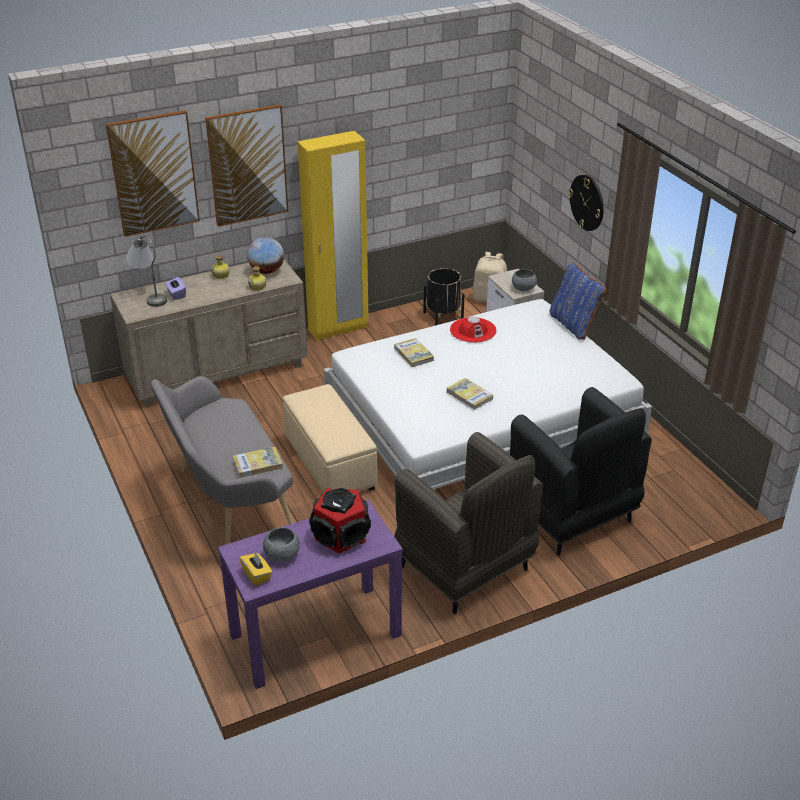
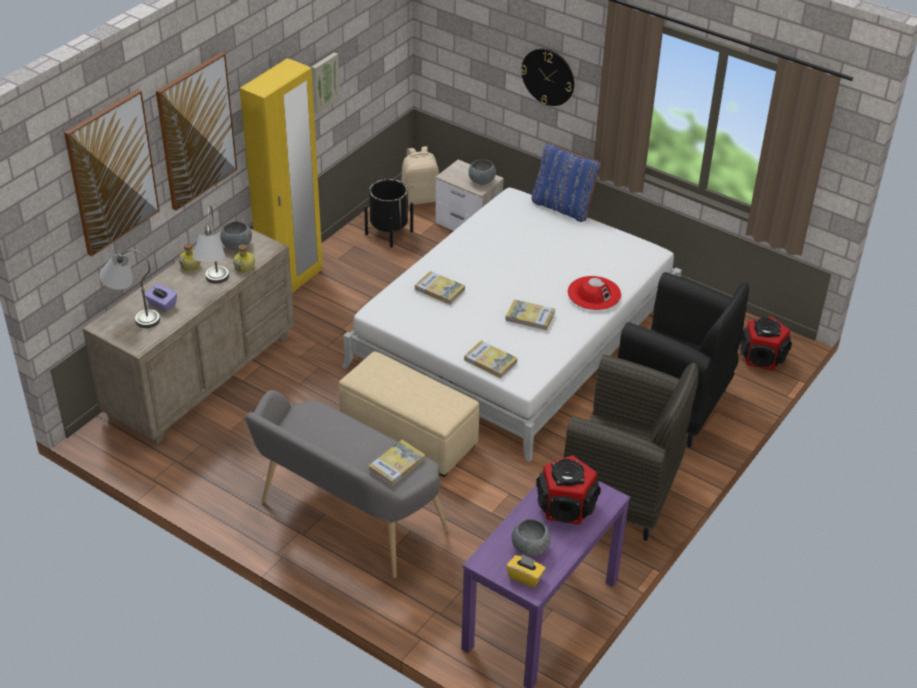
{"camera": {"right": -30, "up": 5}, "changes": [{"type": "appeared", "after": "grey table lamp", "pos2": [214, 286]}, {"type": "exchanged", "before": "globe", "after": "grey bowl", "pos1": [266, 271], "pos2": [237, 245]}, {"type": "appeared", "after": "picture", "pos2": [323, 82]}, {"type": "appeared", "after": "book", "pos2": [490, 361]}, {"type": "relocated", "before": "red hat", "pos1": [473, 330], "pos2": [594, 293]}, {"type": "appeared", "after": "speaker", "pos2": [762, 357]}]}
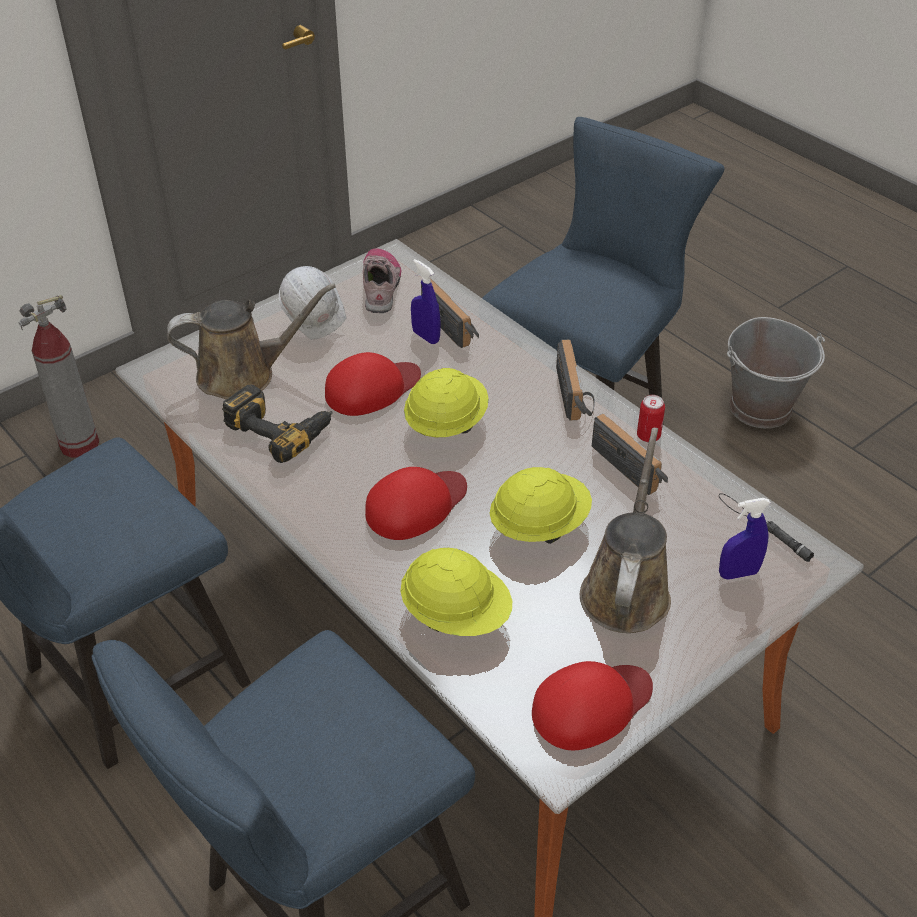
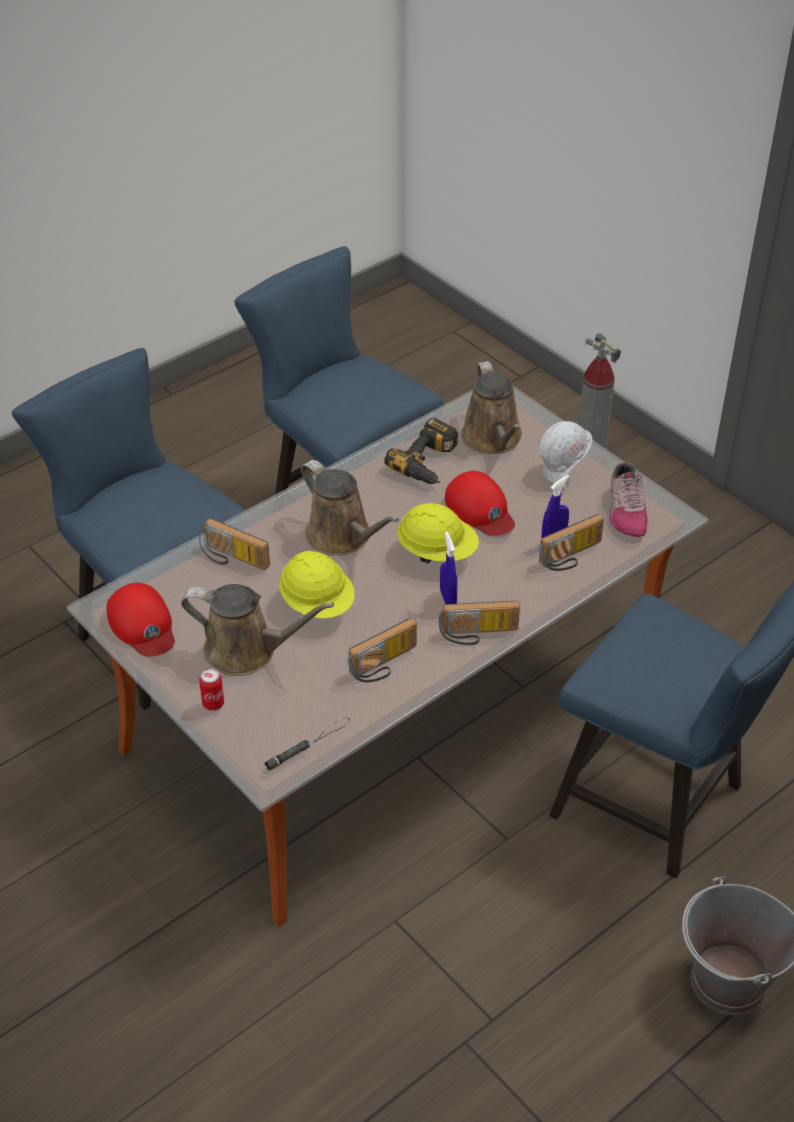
{"camera": {"right": 90, "up": 0}, "changes": [{"type": "exchanged", "before": "yellow hard hat", "after": "radio", "pos1": [456, 615], "pos2": [232, 559]}, {"type": "relocated", "before": "can", "pos1": [648, 436], "pos2": [213, 703]}, {"type": "exchanged", "before": "red cap", "after": "brown watering can", "pos1": [416, 505], "pos2": [342, 537]}, {"type": "relocated", "before": "blue spray bottle", "pos1": [738, 573], "pos2": [448, 599]}, {"type": "spun", "before": "shoe", "pos1": [381, 286], "pos2": [625, 510], "turn": 90}]}
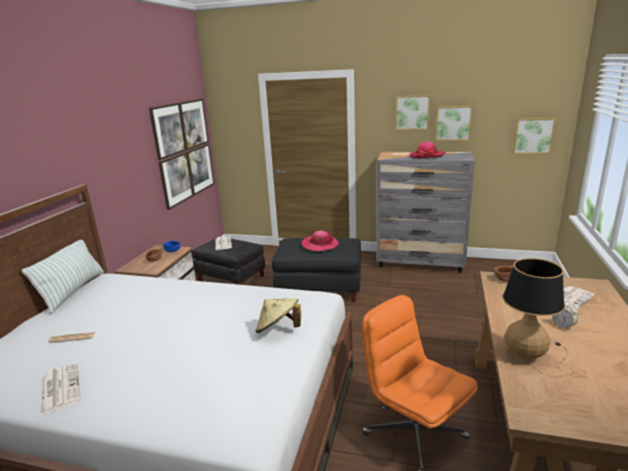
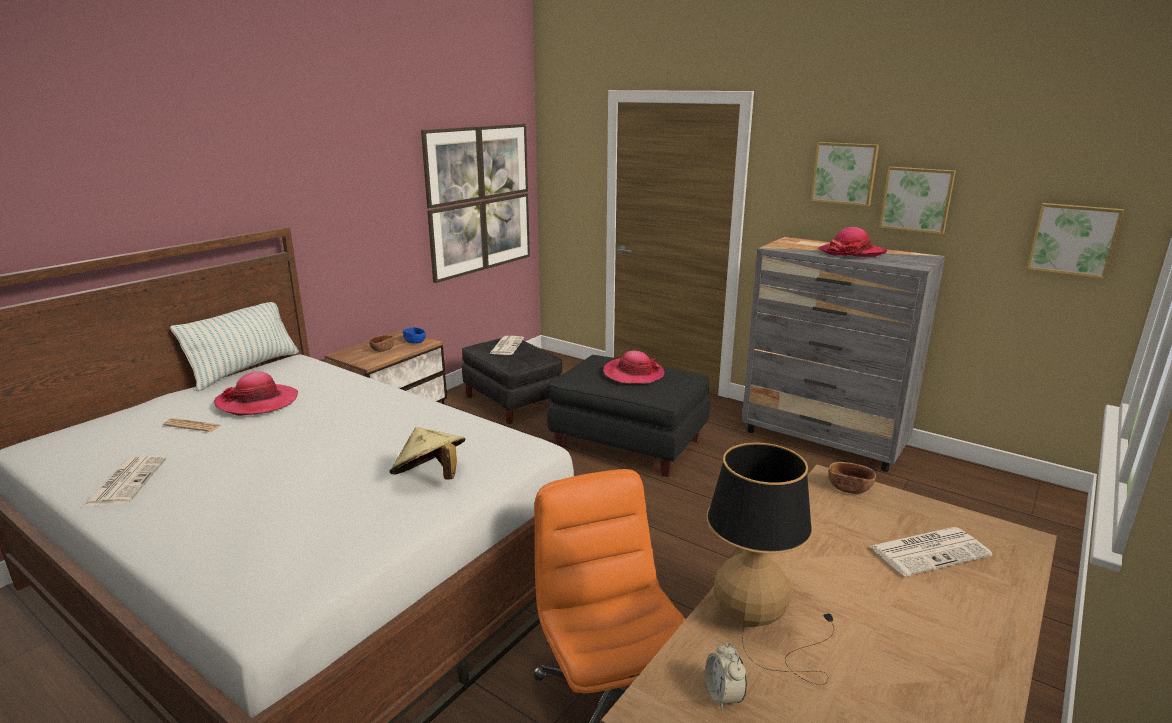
{"camera": {"right": 20, "up": 0}, "changes": [{"type": "appeared", "after": "hat", "pos2": [257, 402]}, {"type": "relocated", "before": "alarm clock", "pos1": [563, 326], "pos2": [723, 696]}]}
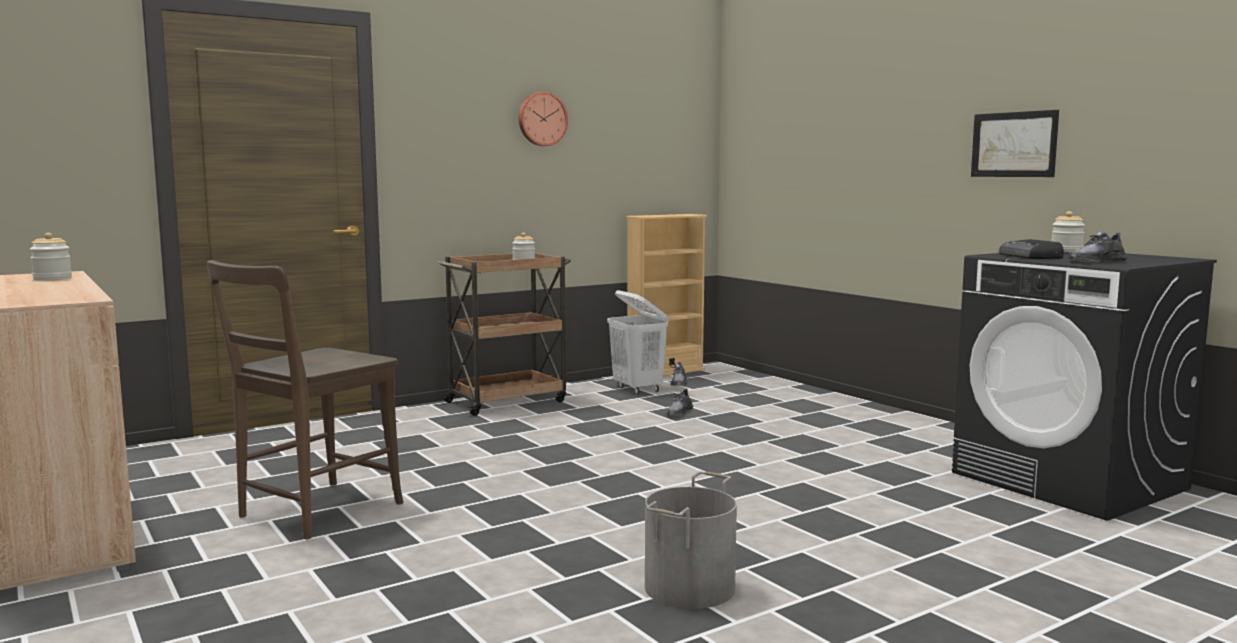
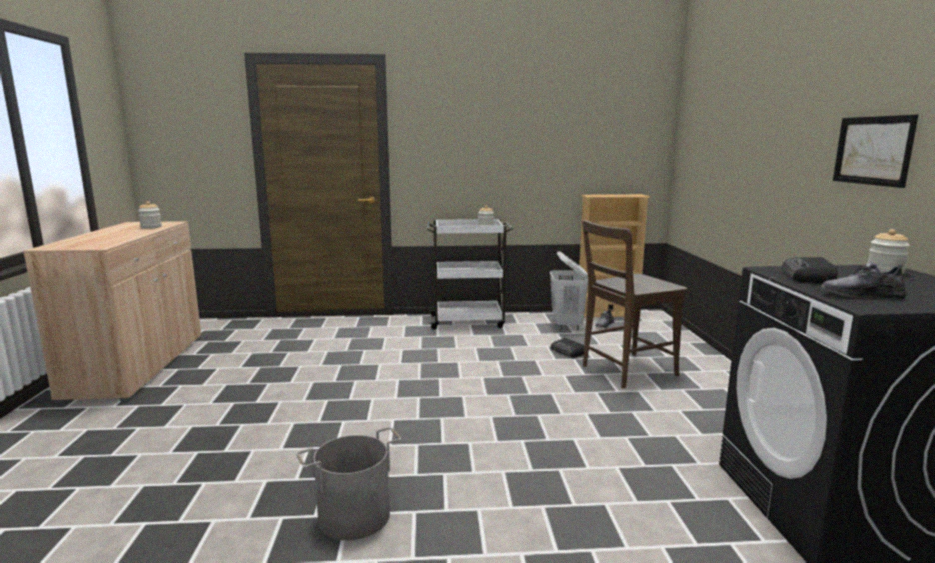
{"camera": {"right": 30, "up": 5}, "changes": [{"type": "colour", "before": "brown cart", "after": "white cart", "pos1": [508, 401], "pos2": [468, 321]}, {"type": "exchanged", "before": "grey shoe", "after": "radio", "pos1": [679, 412], "pos2": [568, 351]}, {"type": "relocated", "before": "brown chair", "pos1": [313, 512], "pos2": [625, 371]}, {"type": "missing", "before": "wall clock", "pos1": [541, 119]}]}
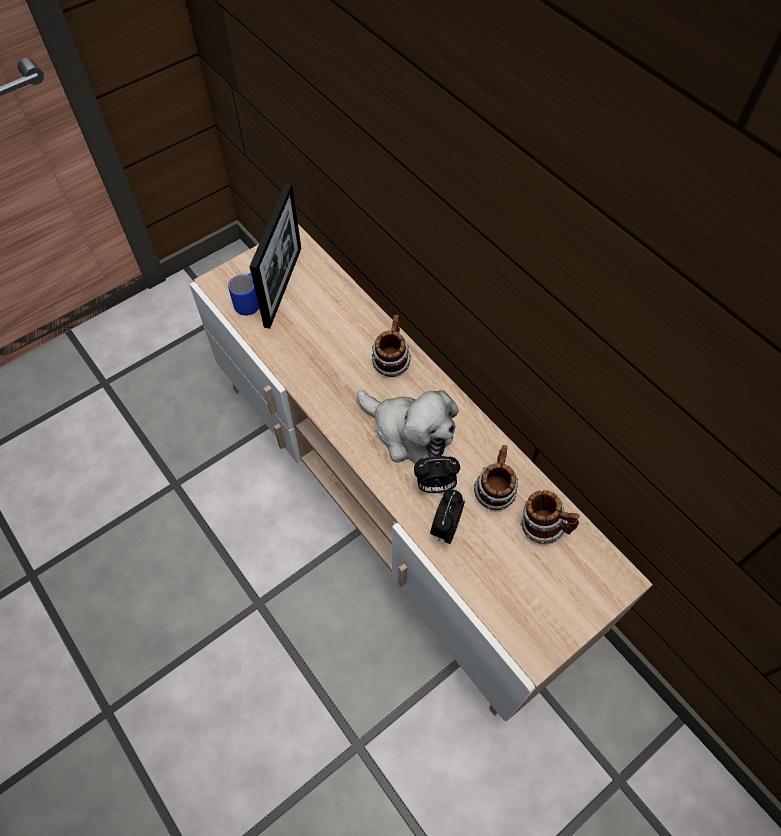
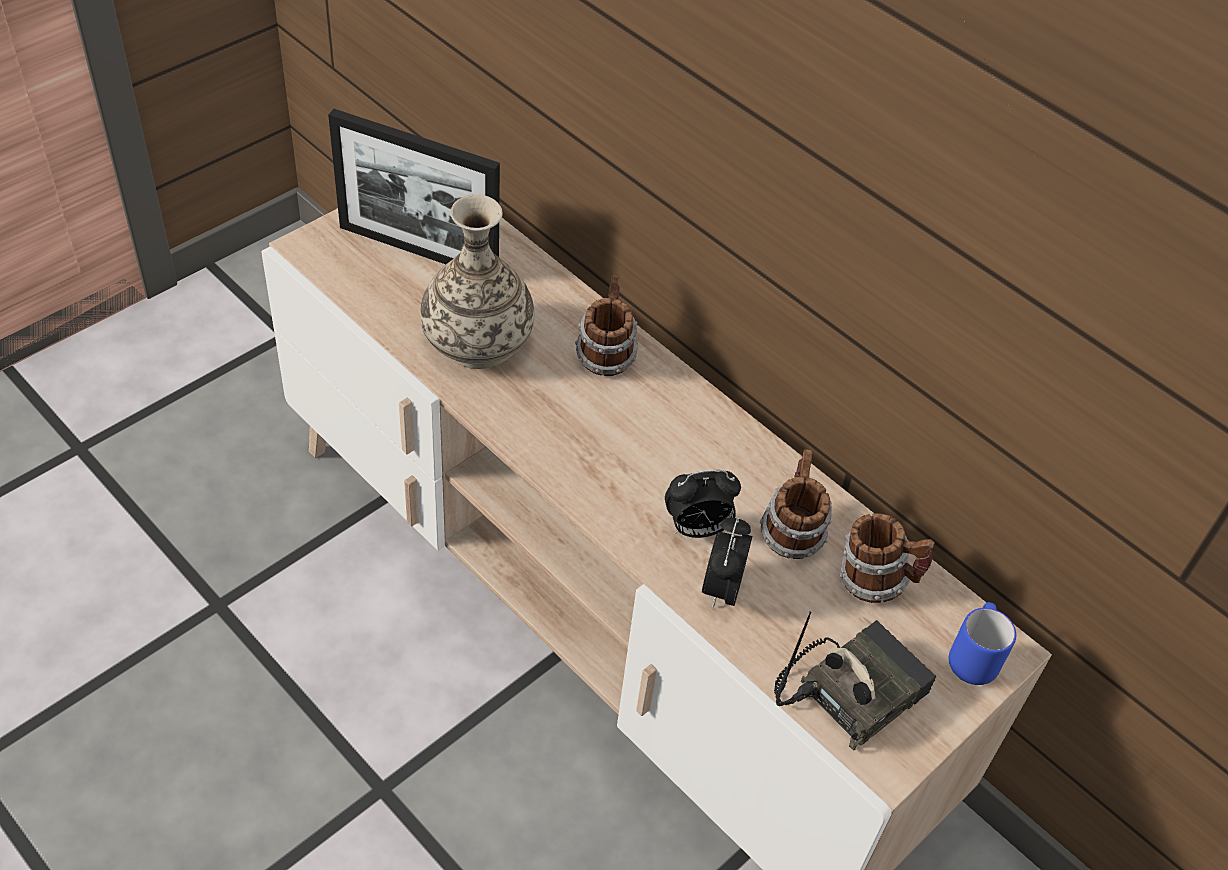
{"camera": {"right": -10, "up": -10}, "changes": [{"type": "spun", "before": "picture frame", "pos1": [283, 286], "pos2": [418, 251], "turn": 105}, {"type": "appeared", "after": "vase", "pos2": [478, 341]}, {"type": "appeared", "after": "radio", "pos2": [850, 689]}, {"type": "relocated", "before": "blue mug", "pos1": [249, 302], "pos2": [973, 656]}, {"type": "missing", "before": "plush toy", "pos1": [409, 432]}]}
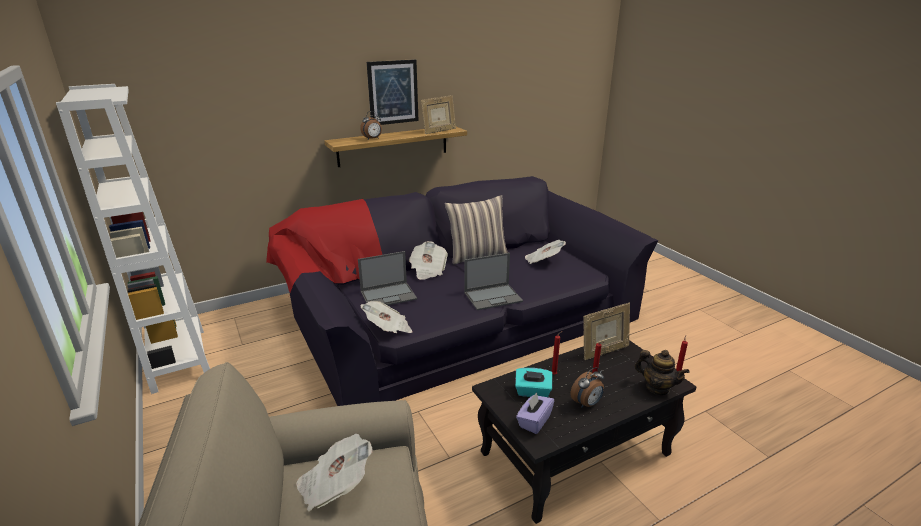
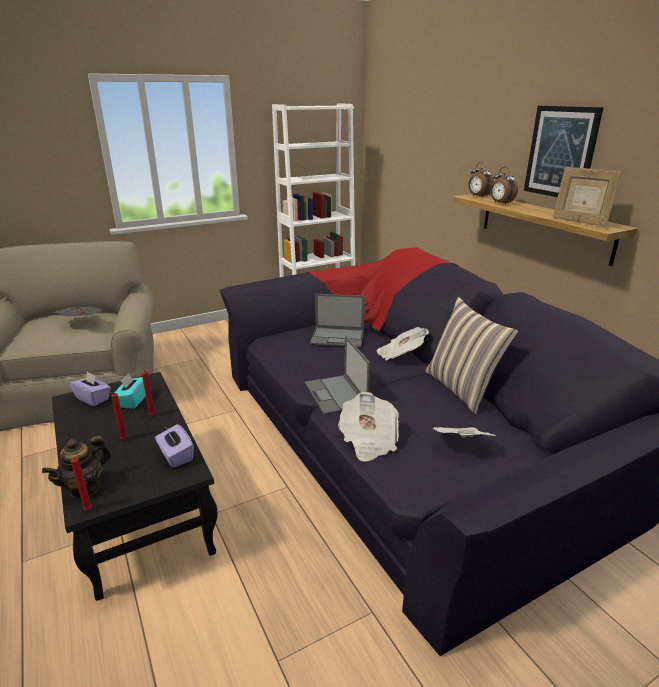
{"camera": {"right": 90, "up": 0}, "changes": [{"type": "exchanged", "before": "picture frame", "after": "purple tissue box", "pos1": [604, 352], "pos2": [176, 456]}, {"type": "spun", "before": "laptop", "pos1": [389, 295], "pos2": [338, 337], "turn": -60}, {"type": "relocated", "before": "newspaper", "pos1": [388, 329], "pos2": [368, 441]}, {"type": "relocated", "before": "alarm clock", "pos1": [587, 404], "pos2": [478, 196]}]}
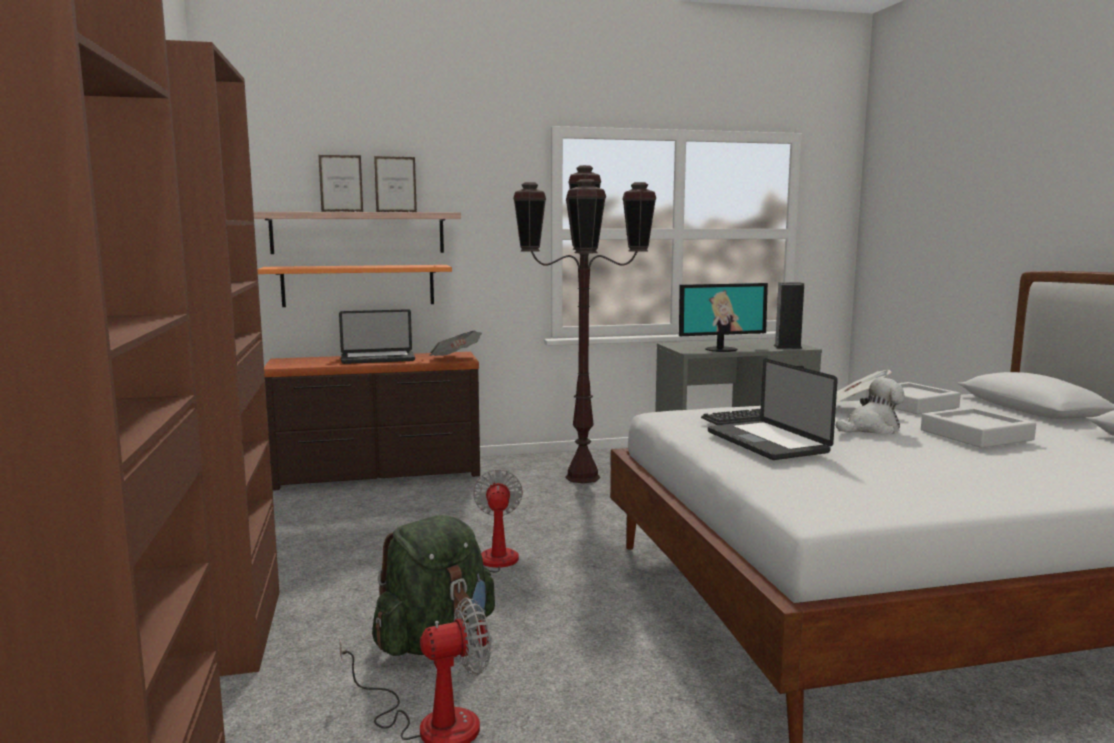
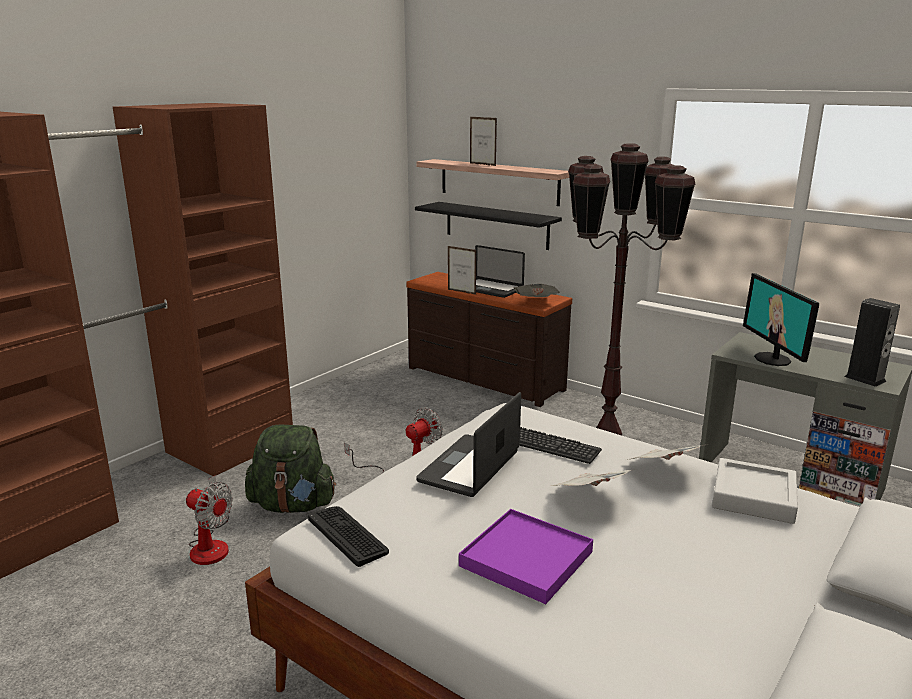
{"camera": {"right": 50, "up": 10}, "changes": [{"type": "appeared", "after": "keyboard", "pos2": [347, 535]}, {"type": "colour", "before": "orange shelf", "after": "black shelf", "pos1": [358, 285], "pos2": [496, 225]}, {"type": "relocated", "before": "picture frame", "pos1": [396, 212], "pos2": [461, 292]}, {"type": "appeared", "after": "purple tray", "pos2": [526, 559]}, {"type": "exchanged", "before": "plush toy", "after": "newspaper", "pos1": [871, 429], "pos2": [591, 497]}, {"type": "spun", "before": "monitor", "pos1": [721, 349], "pos2": [773, 359], "turn": 45}, {"type": "missing", "before": "grey tray", "pos1": [976, 435]}]}
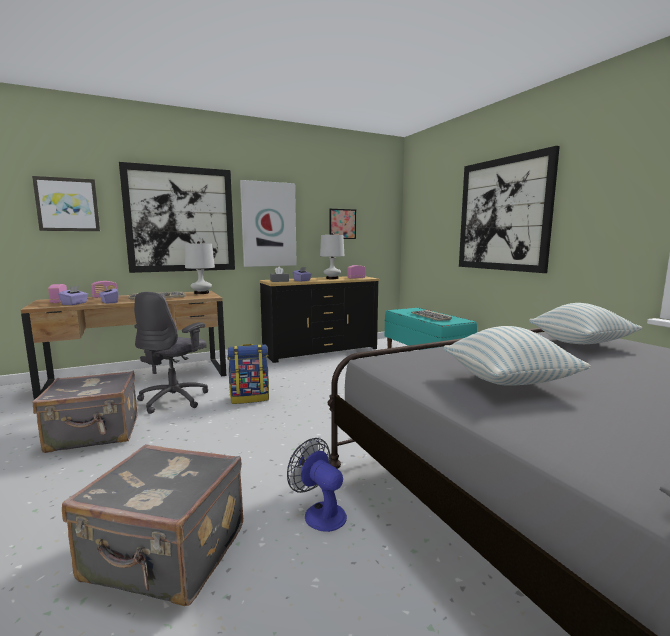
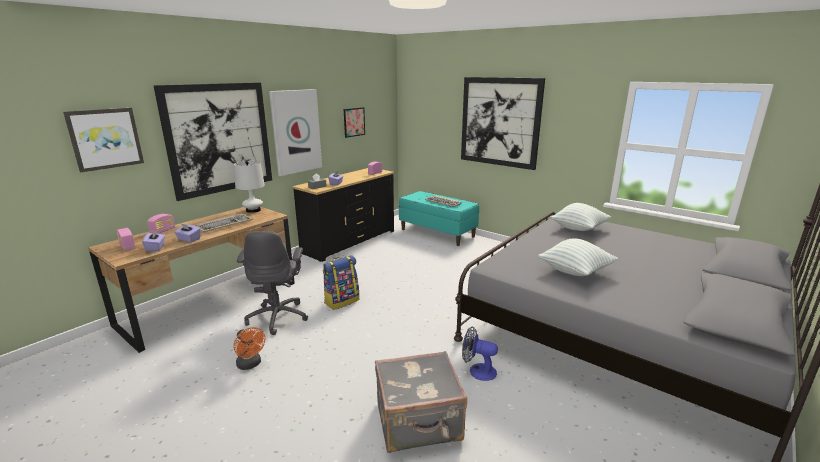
{"camera": {"right": -25, "up": 10}, "changes": [{"type": "exchanged", "before": "grey suitcase", "after": "orange fan", "pos1": [95, 434], "pos2": [251, 364]}, {"type": "missing", "before": "white table lamp", "pos1": [332, 278]}]}
